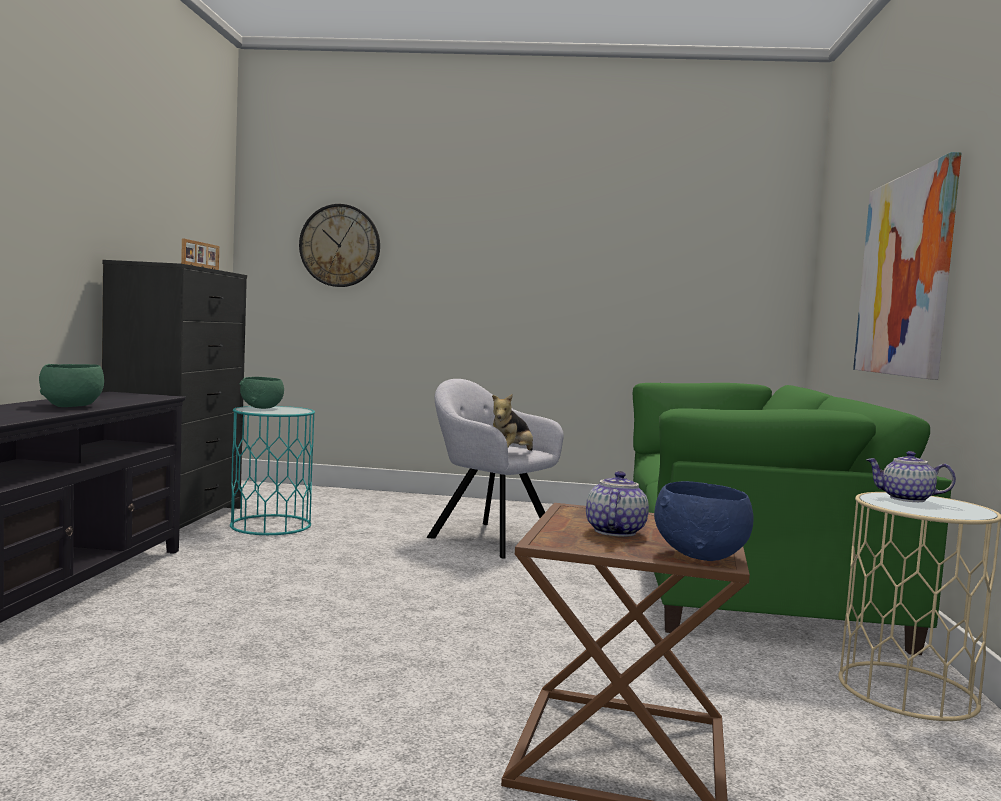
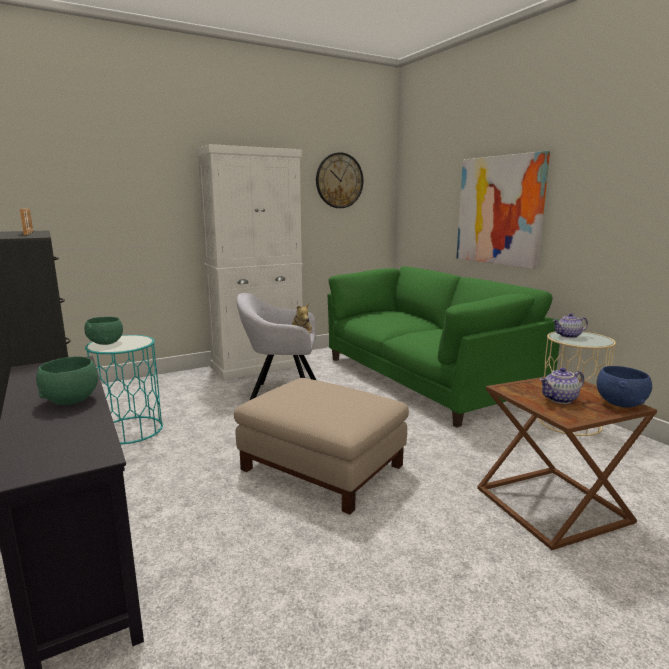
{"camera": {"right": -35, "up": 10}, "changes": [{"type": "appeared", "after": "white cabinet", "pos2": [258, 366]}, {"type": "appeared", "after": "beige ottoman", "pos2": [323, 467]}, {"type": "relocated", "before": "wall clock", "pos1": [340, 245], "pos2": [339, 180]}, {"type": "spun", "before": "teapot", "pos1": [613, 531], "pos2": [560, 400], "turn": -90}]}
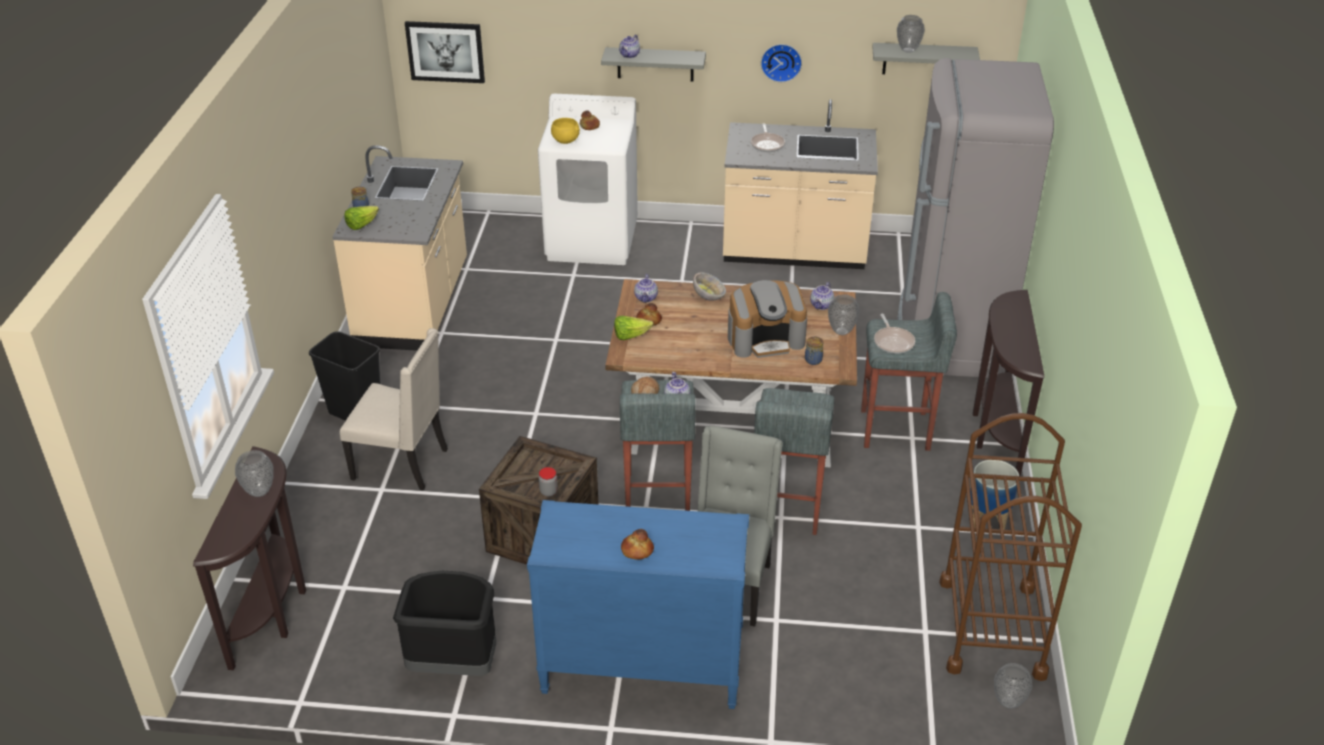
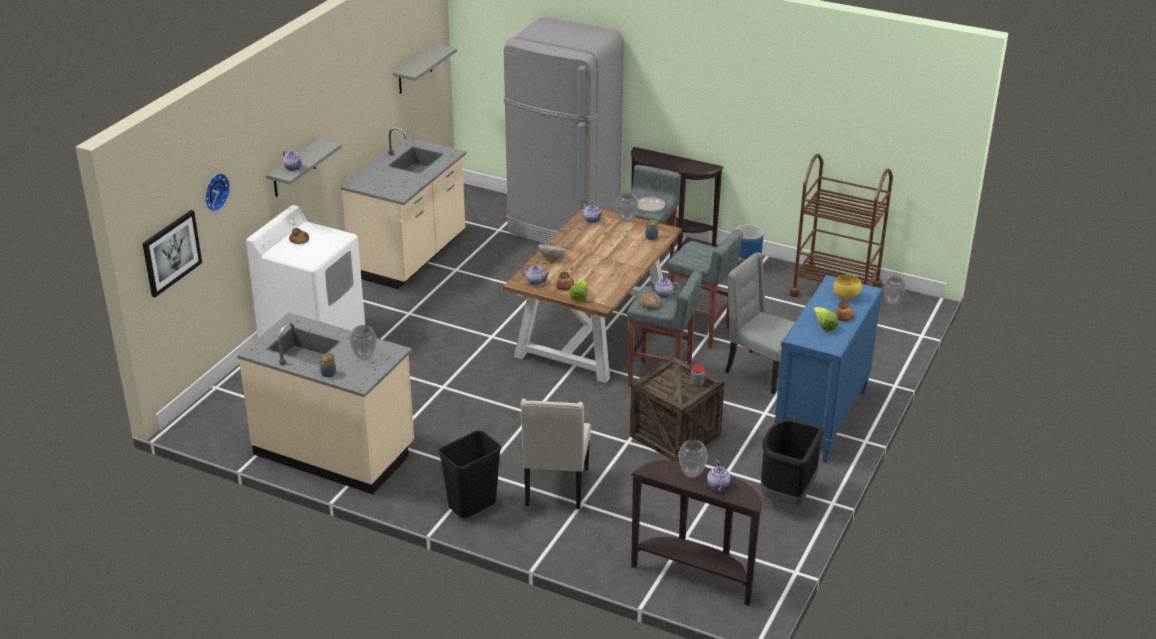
{"camera": {"right": -70, "up": -5}, "changes": [{"type": "relocated", "before": "wall clock", "pos1": [781, 61], "pos2": [214, 191]}, {"type": "relocated", "before": "vase", "pos1": [908, 50], "pos2": [364, 357]}, {"type": "spun", "before": "beige chair", "pos1": [403, 464], "pos2": [555, 488], "turn": 150}, {"type": "appeared", "after": "teapot", "pos2": [717, 485]}, {"type": "relocated", "before": "lettuce", "pos1": [361, 225], "pos2": [824, 326]}, {"type": "relocated", "before": "yellow bowl", "pos1": [565, 141], "pos2": [845, 296]}, {"type": "missing", "before": "coffee machine", "pos1": [765, 339]}, {"type": "missing", "before": "frying pan", "pos1": [767, 144]}]}
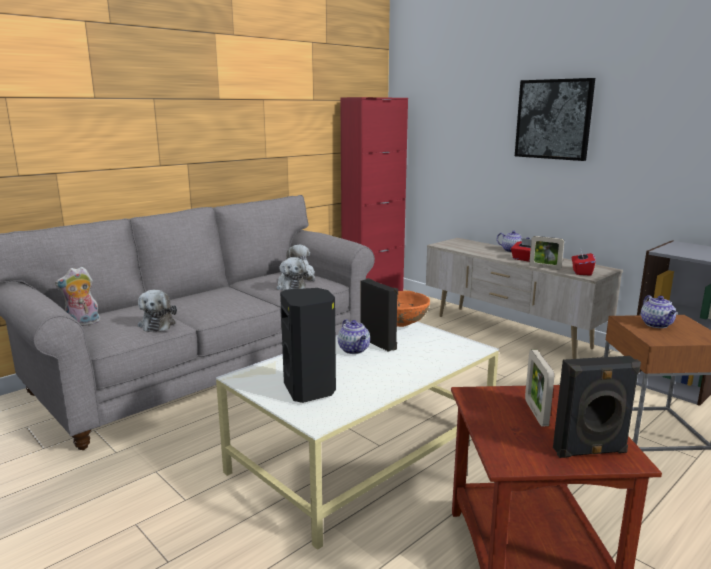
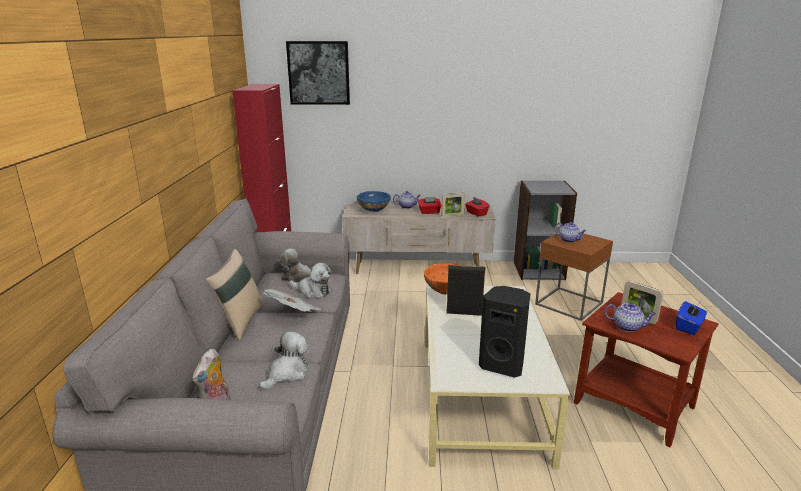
{"camera": {"right": -45, "up": 5}, "changes": [{"type": "appeared", "after": "beige pillow", "pos2": [239, 322]}, {"type": "spun", "before": "plush toy", "pos1": [157, 324], "pos2": [287, 374], "turn": -90}, {"type": "appeared", "after": "newspaper", "pos2": [293, 313]}, {"type": "relocated", "before": "picture", "pos1": [553, 119], "pos2": [319, 73]}, {"type": "appeared", "after": "blue bowl", "pos2": [373, 211]}, {"type": "relocated", "before": "teapot", "pos1": [354, 350], "pos2": [627, 327]}, {"type": "exchanged", "before": "black speaker", "after": "blue tissue box", "pos1": [590, 452], "pos2": [688, 327]}]}
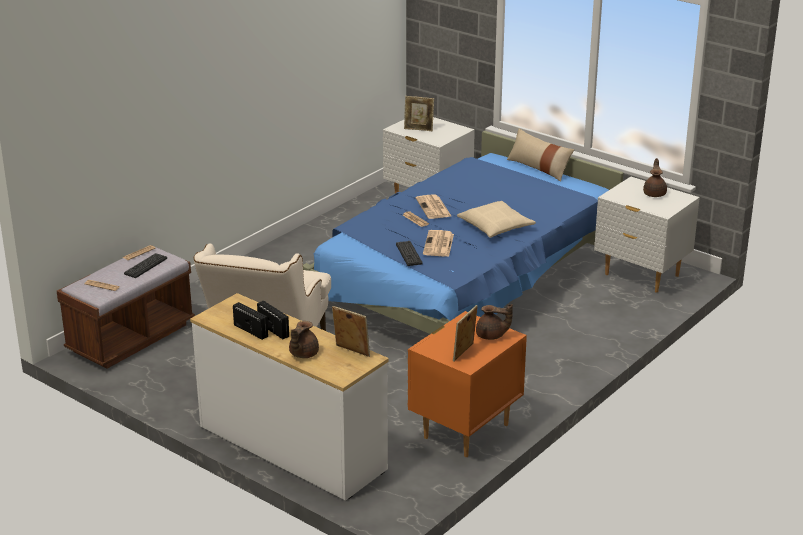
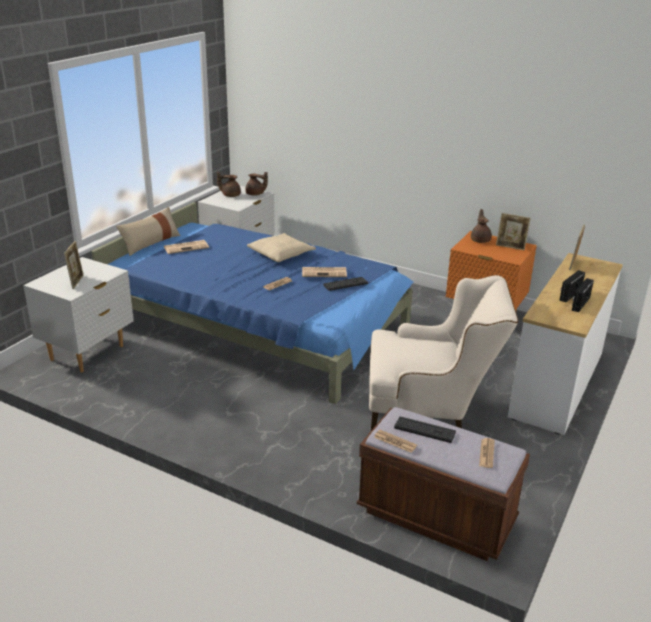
{"camera": {"right": -100, "up": 0}, "changes": [{"type": "relocated", "before": "newspaper", "pos1": [434, 208], "pos2": [186, 247]}, {"type": "relocated", "before": "brown teapot", "pos1": [302, 354], "pos2": [255, 194]}]}
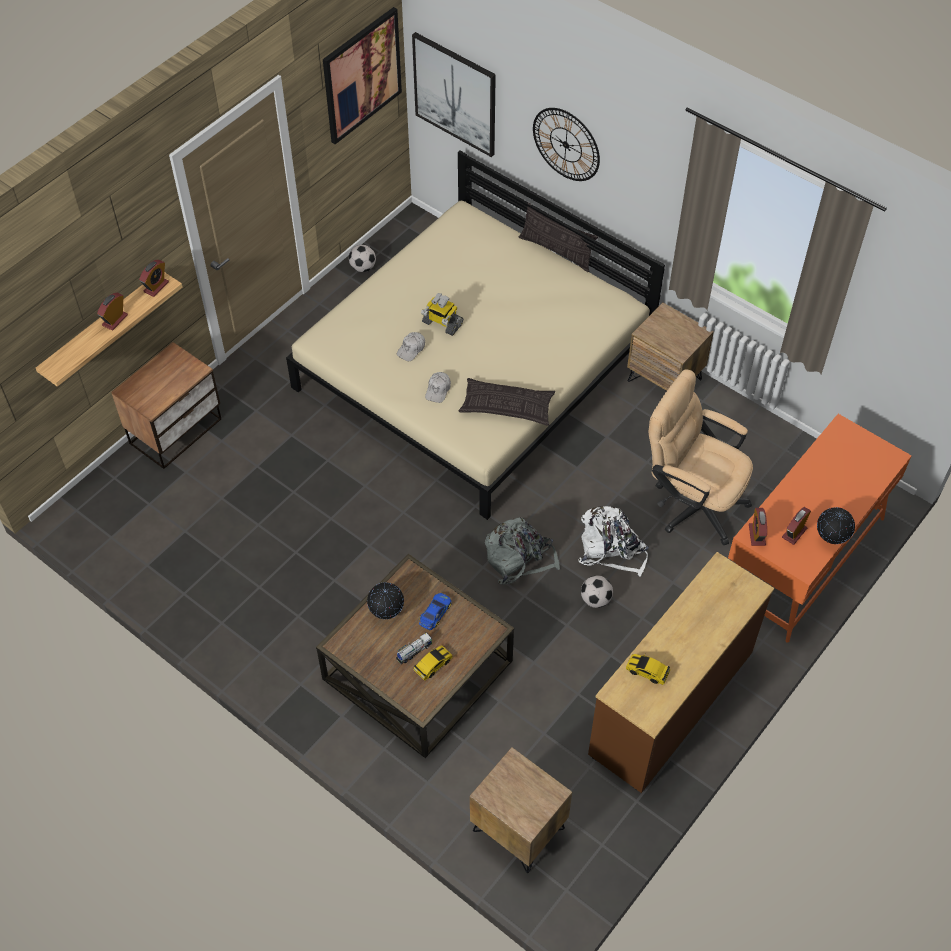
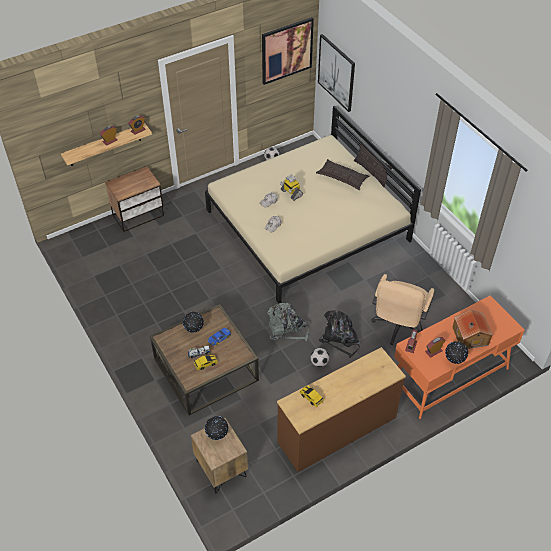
{"camera": {"right": 20, "up": -5}, "changes": [{"type": "appeared", "after": "globe", "pos2": [217, 435]}, {"type": "relocated", "before": "pillow", "pos1": [507, 406], "pos2": [342, 177]}, {"type": "colour", "before": "white backpack", "after": "black backpack", "pos1": [611, 549], "pos2": [340, 339]}, {"type": "spun", "before": "beige office chair", "pos1": [691, 502], "pos2": [397, 327], "turn": -120}, {"type": "appeared", "after": "toy house", "pos2": [469, 336]}, {"type": "missing", "before": "wall clock", "pos1": [566, 144]}, {"type": "missing", "before": "brown nightstand", "pos1": [665, 380]}]}
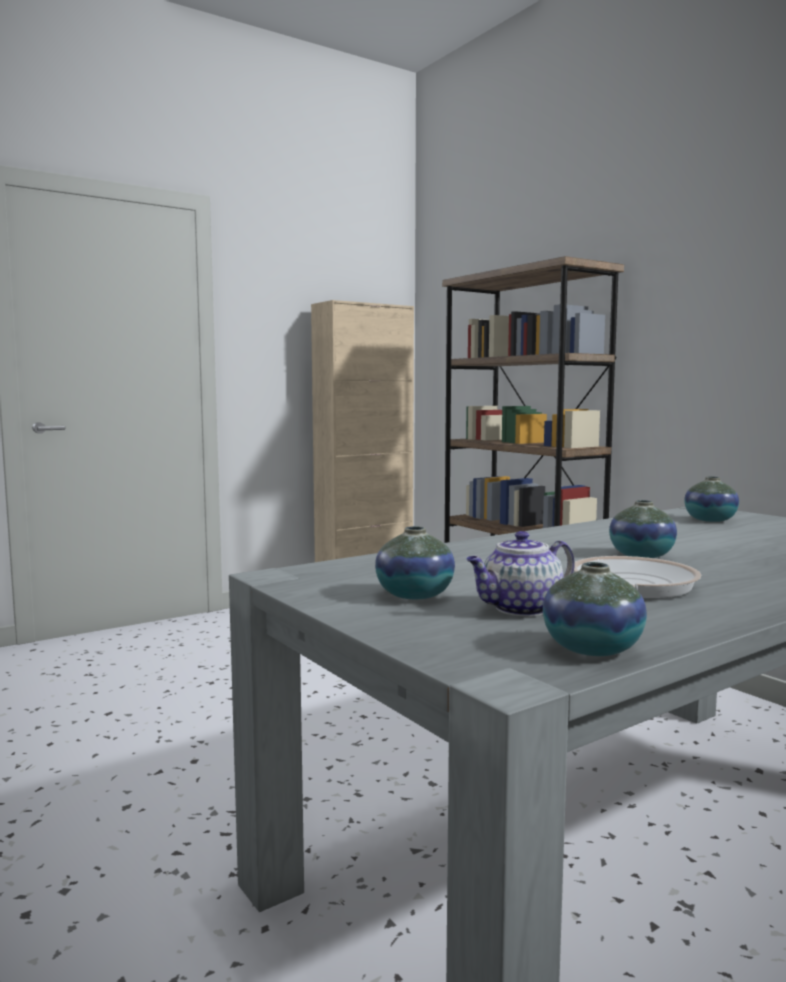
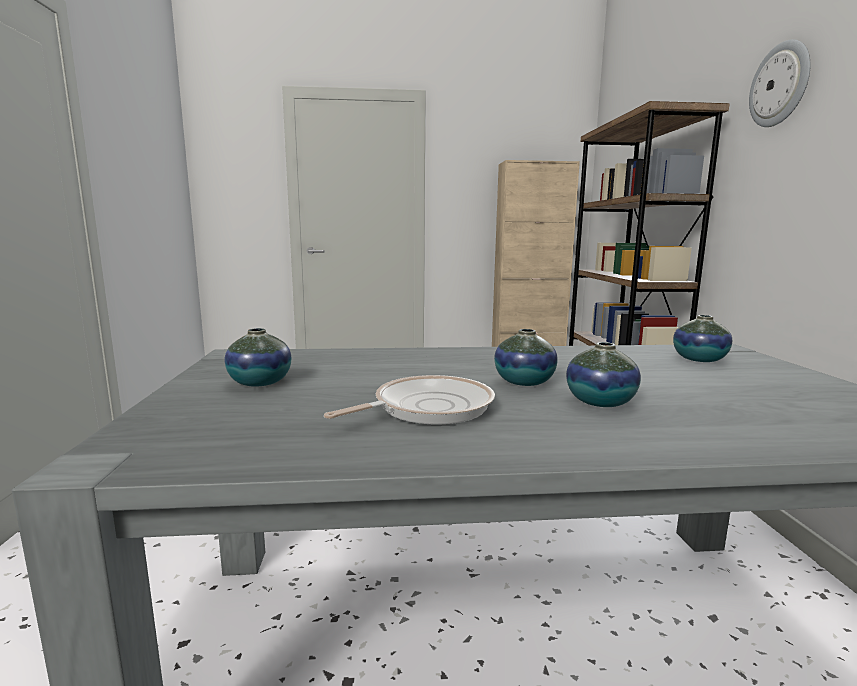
{"camera": {"right": 30, "up": 5}, "changes": [{"type": "relocated", "before": "vase", "pos1": [592, 649], "pos2": [600, 402]}, {"type": "appeared", "after": "wall clock", "pos2": [780, 85]}, {"type": "missing", "before": "teapot", "pos1": [520, 609]}]}
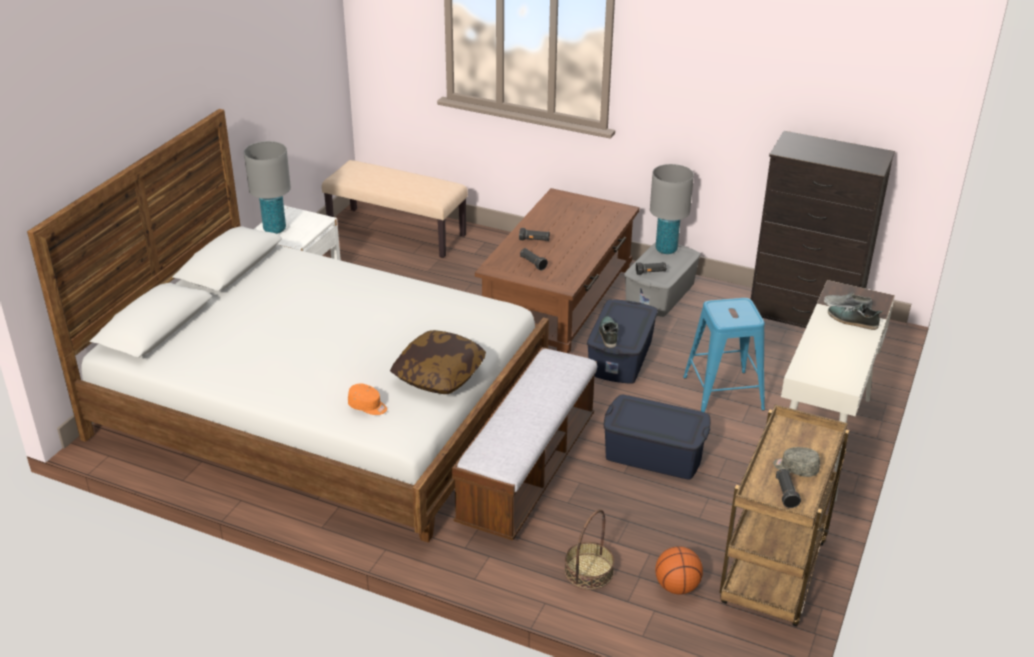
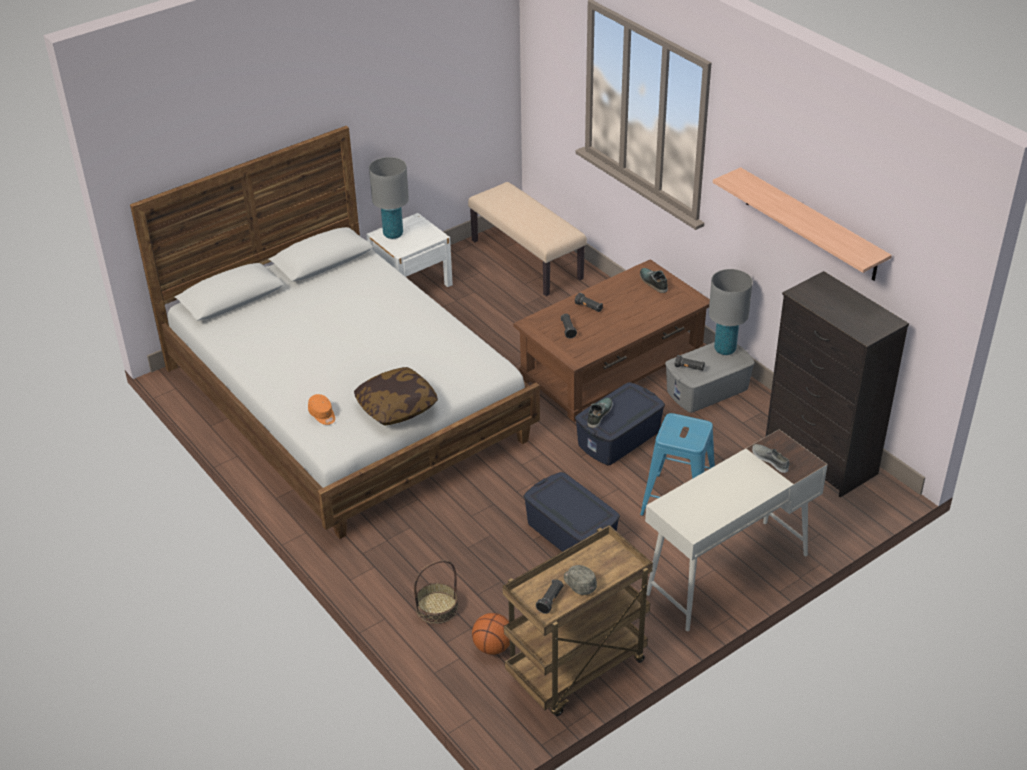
{"camera": {"right": 30, "up": 5}, "changes": [{"type": "relocated", "before": "shoe", "pos1": [852, 321], "pos2": [653, 282]}, {"type": "appeared", "after": "shelf", "pos2": [810, 224]}, {"type": "missing", "before": "bench", "pos1": [528, 470]}]}
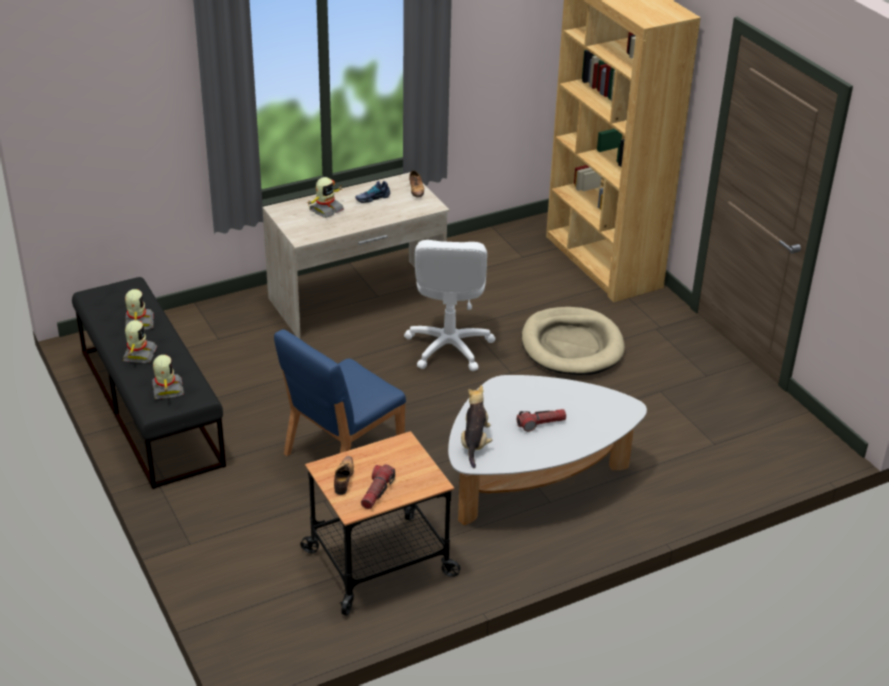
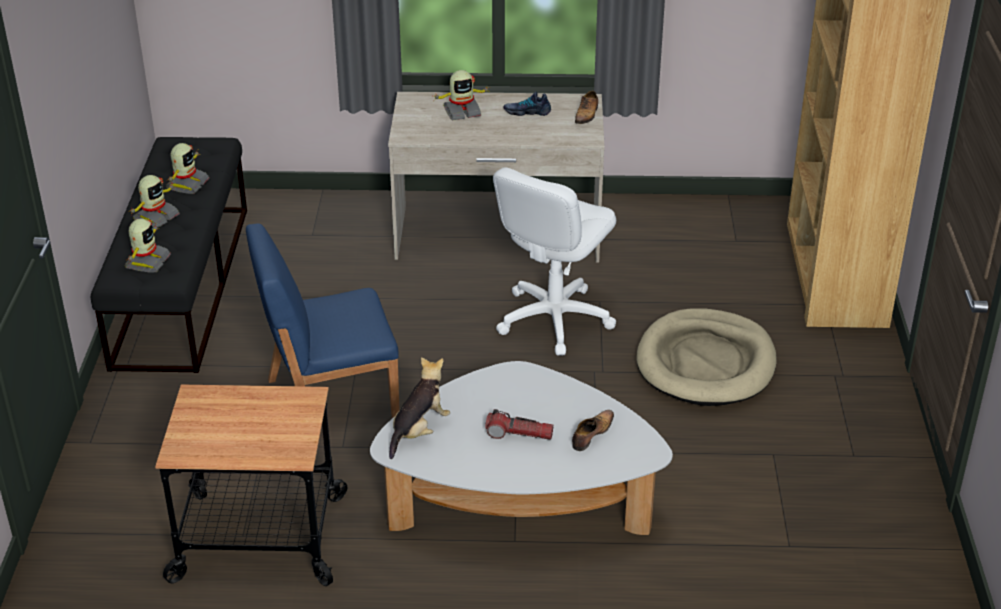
{"camera": {"right": 30, "up": 0}, "changes": [{"type": "relocated", "before": "shoe", "pos1": [343, 479], "pos2": [591, 434]}, {"type": "missing", "before": "flashlight", "pos1": [377, 492]}]}
